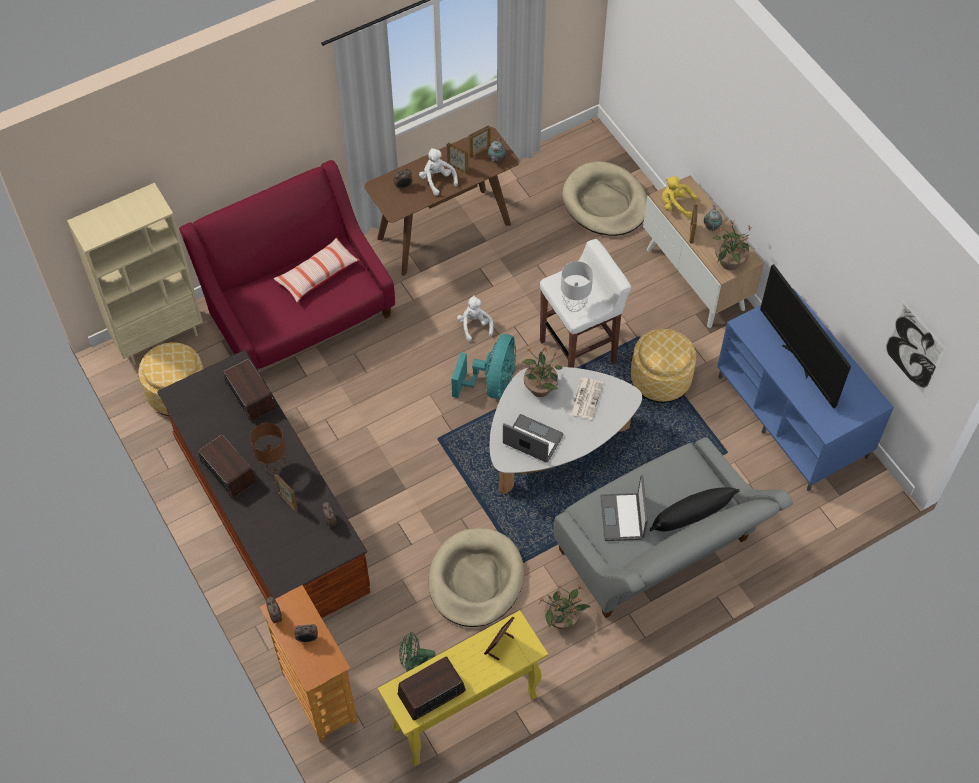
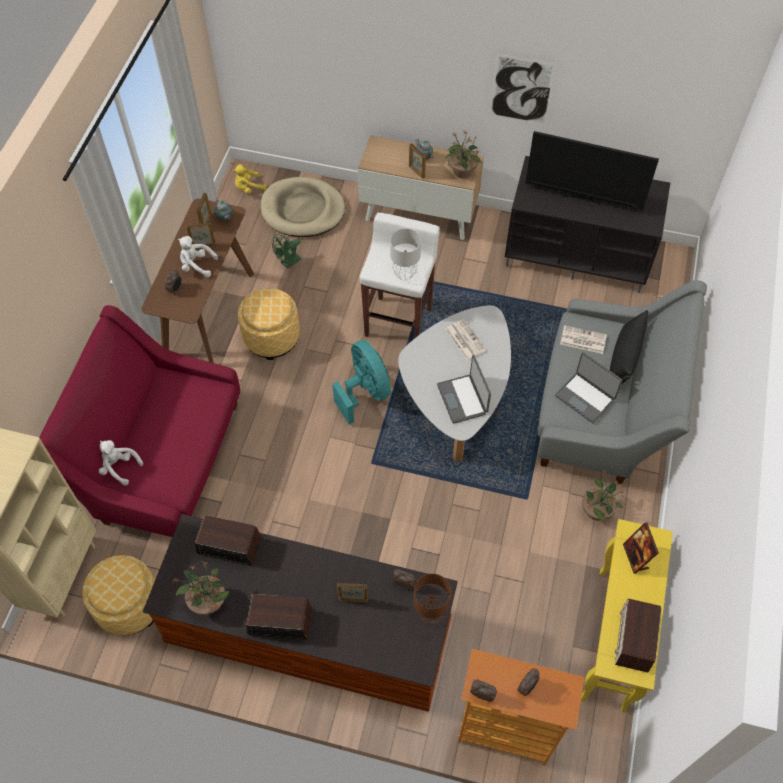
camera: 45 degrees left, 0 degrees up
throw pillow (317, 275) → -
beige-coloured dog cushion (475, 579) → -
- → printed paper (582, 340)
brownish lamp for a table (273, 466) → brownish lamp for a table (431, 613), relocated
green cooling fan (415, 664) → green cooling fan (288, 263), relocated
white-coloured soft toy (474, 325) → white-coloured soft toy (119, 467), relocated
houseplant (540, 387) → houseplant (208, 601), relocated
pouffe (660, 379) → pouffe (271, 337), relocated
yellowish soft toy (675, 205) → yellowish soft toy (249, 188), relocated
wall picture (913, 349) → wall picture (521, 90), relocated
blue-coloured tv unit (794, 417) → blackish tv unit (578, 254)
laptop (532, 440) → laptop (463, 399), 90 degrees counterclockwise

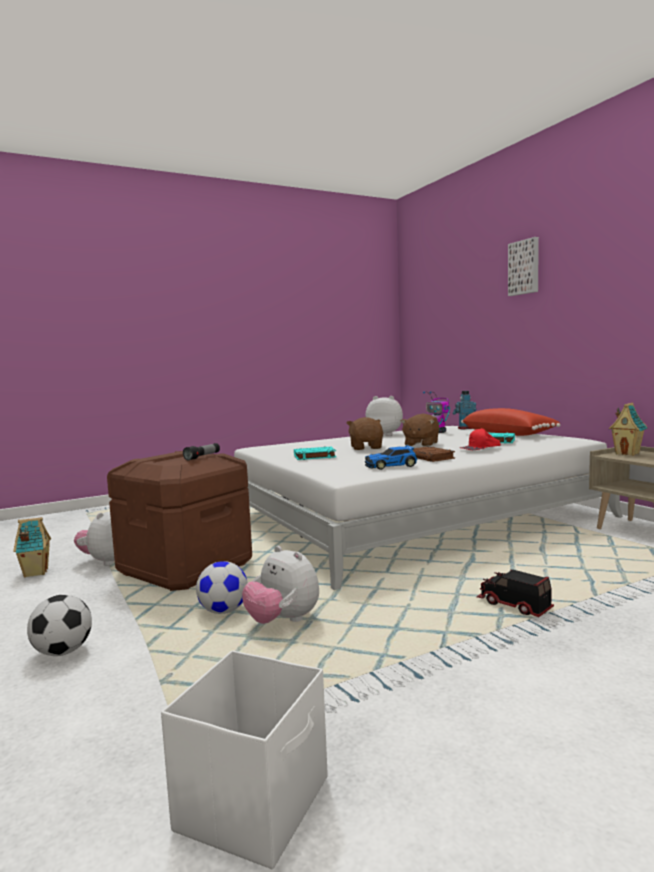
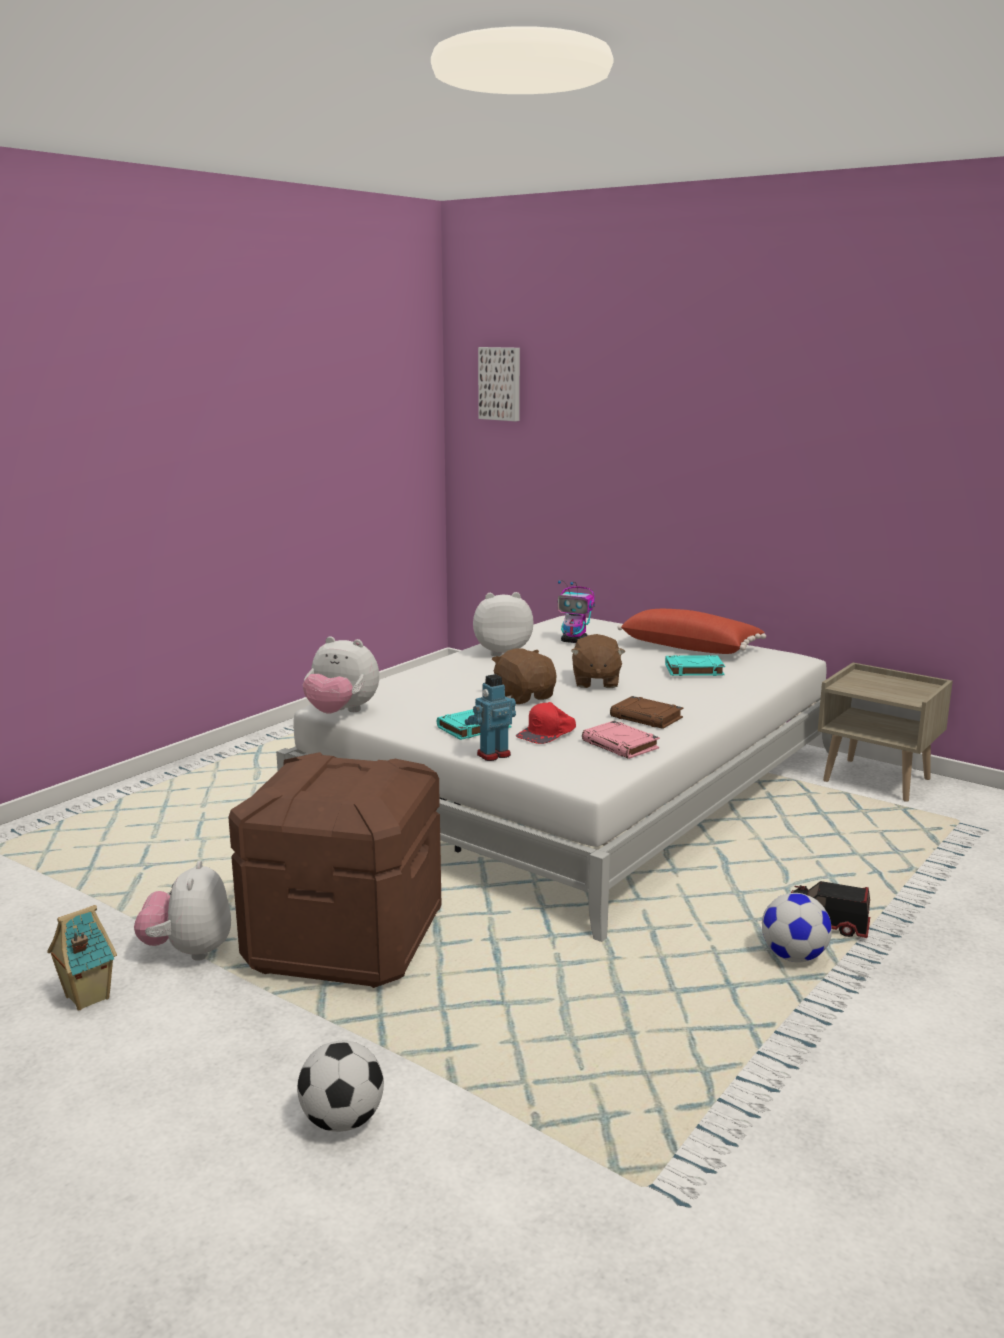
camera: 25 degrees left, 10 degrees up
white-coloured storage bin (255, 803) → -
flashlight (202, 457) → -
miniature house (627, 453) → -
ball for football (223, 611) → ball for football (794, 957), relocated
soft toy (283, 621) → soft toy (341, 713), relocated
toy robot (465, 428) → toy robot (493, 754), relocated
red-coloured baseball cap (480, 448) → red-coloured baseball cap (547, 733), relocated
wall picture (524, 267) → wall picture (501, 383), relocated
toy car (391, 466) → pink-coloured bound book (621, 745)

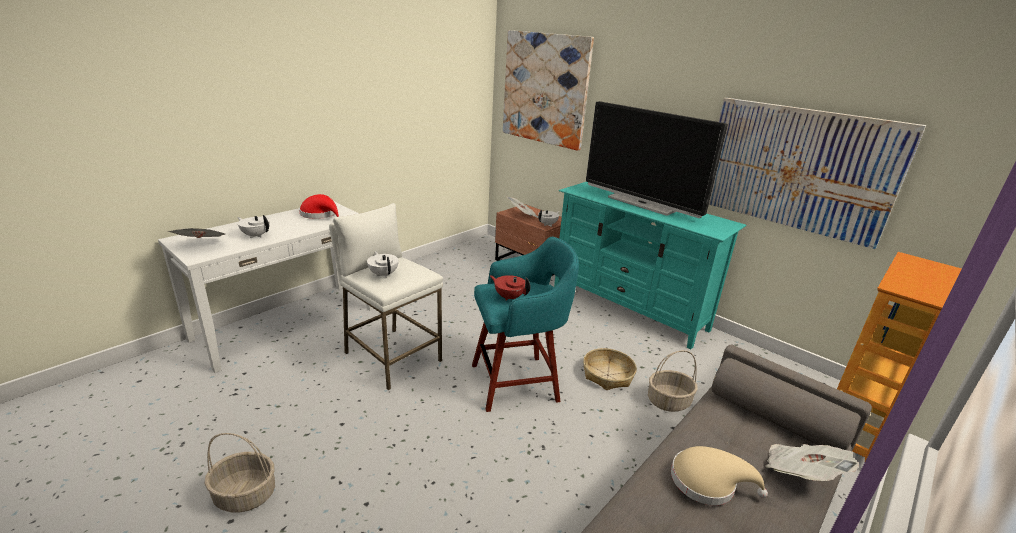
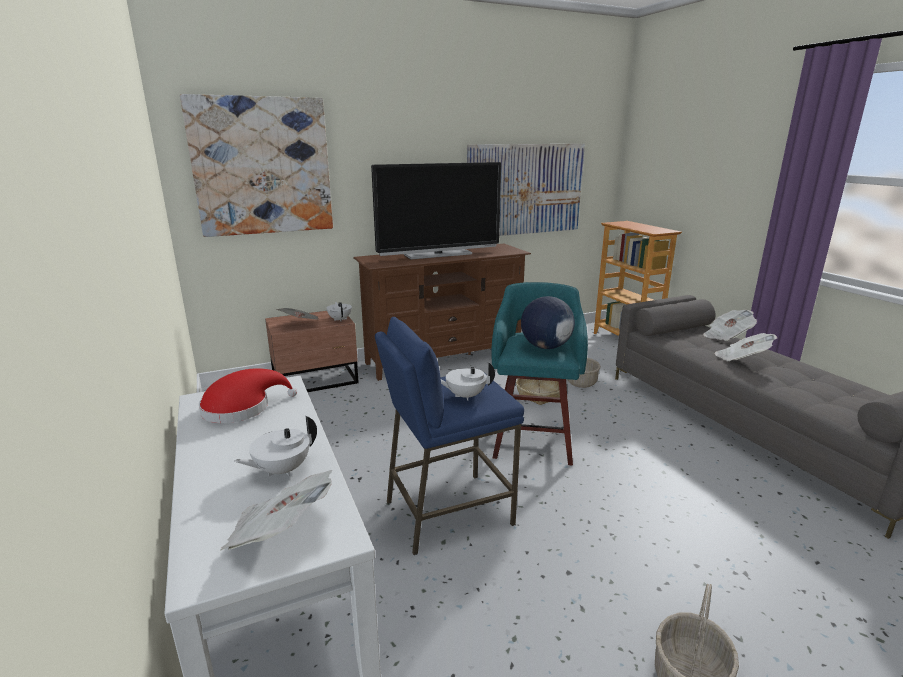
camera: 65 degrees left, 5 degrees down
red-coloured teapot (509, 297) → desk globe (545, 347)
beige-coloured clothing hat (708, 482) → printed paper (741, 359)
white-coloured sitting stool (392, 357) → blue-coloured sitting stool (447, 512)
blue-green tv unit (628, 307) → brownish tv unit (444, 358)

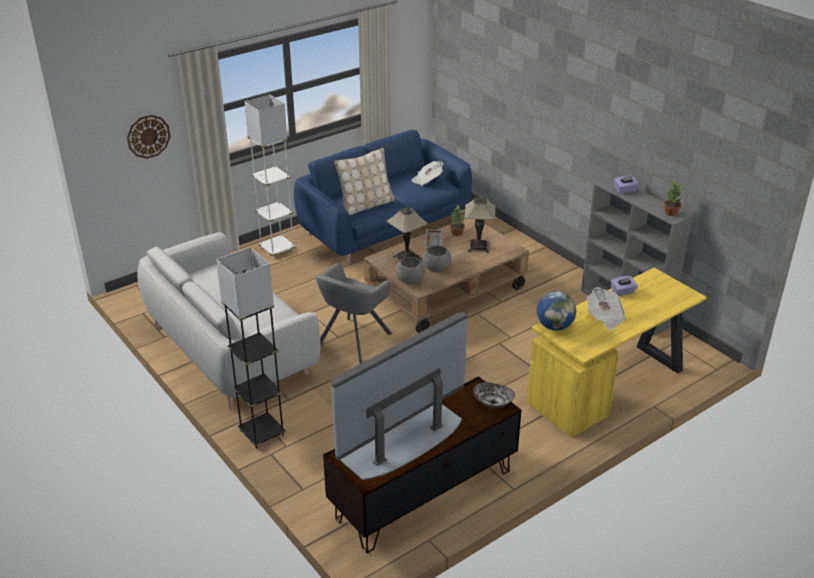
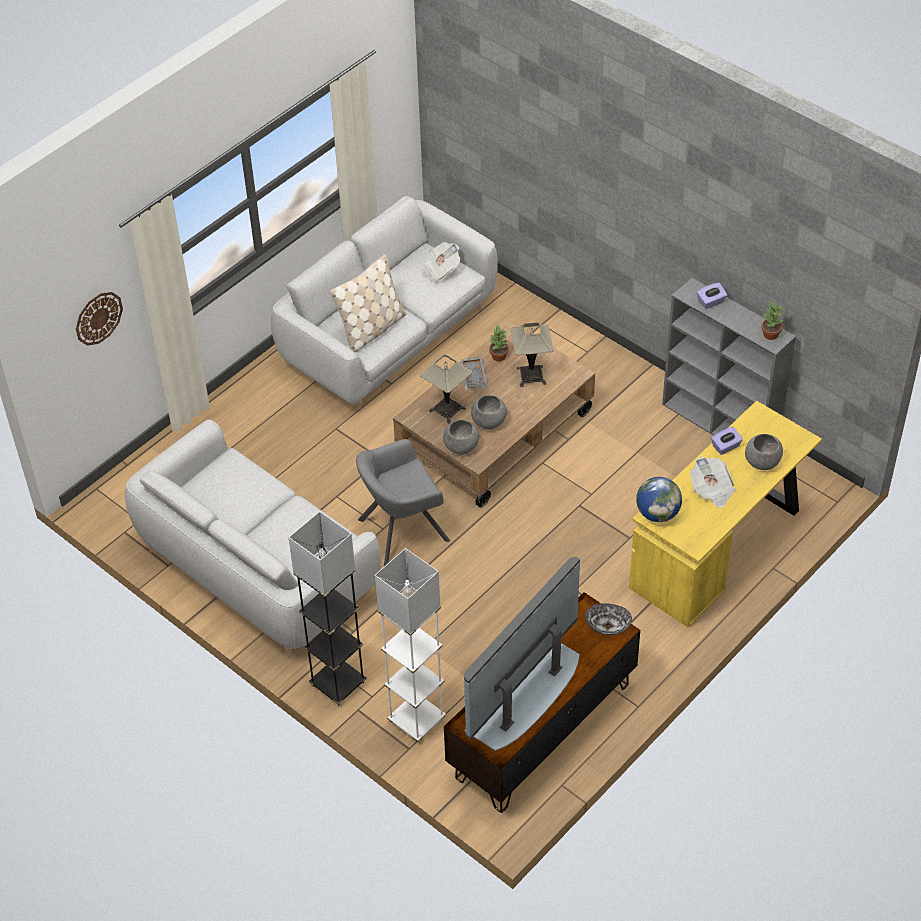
camera: 10 degrees left, 15 degrees up
- → grey bowl (762, 462)
white-coloured standing lamp (277, 249) → white-coloured standing lamp (416, 720), relocated
blue-coloured settee (383, 229) → grey settee (387, 337)
grey lounge chair (353, 340) → grey lounge chair (402, 530), 45 degrees clockwise

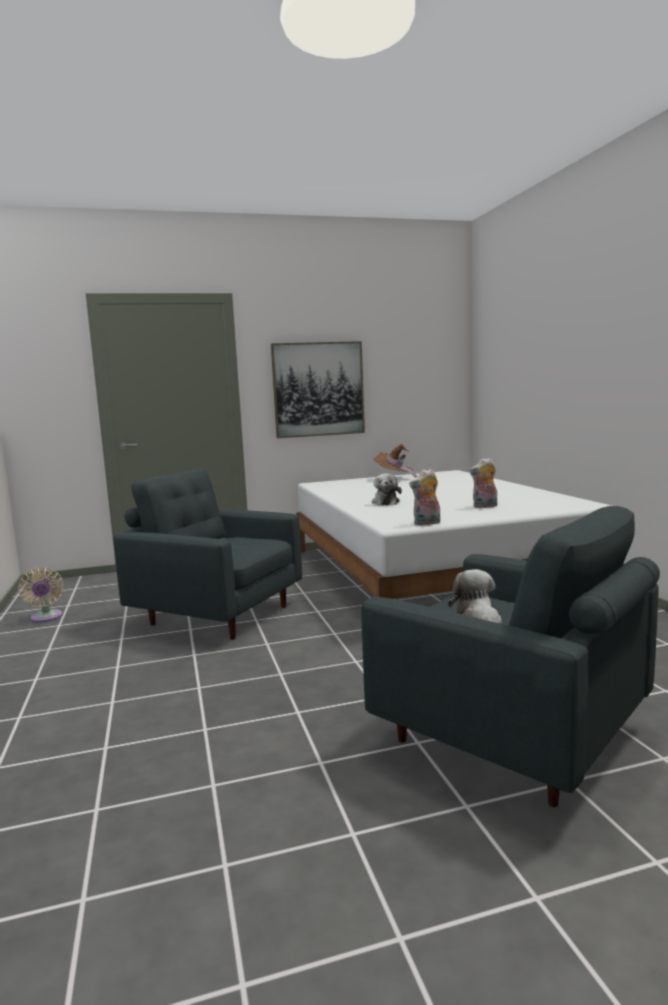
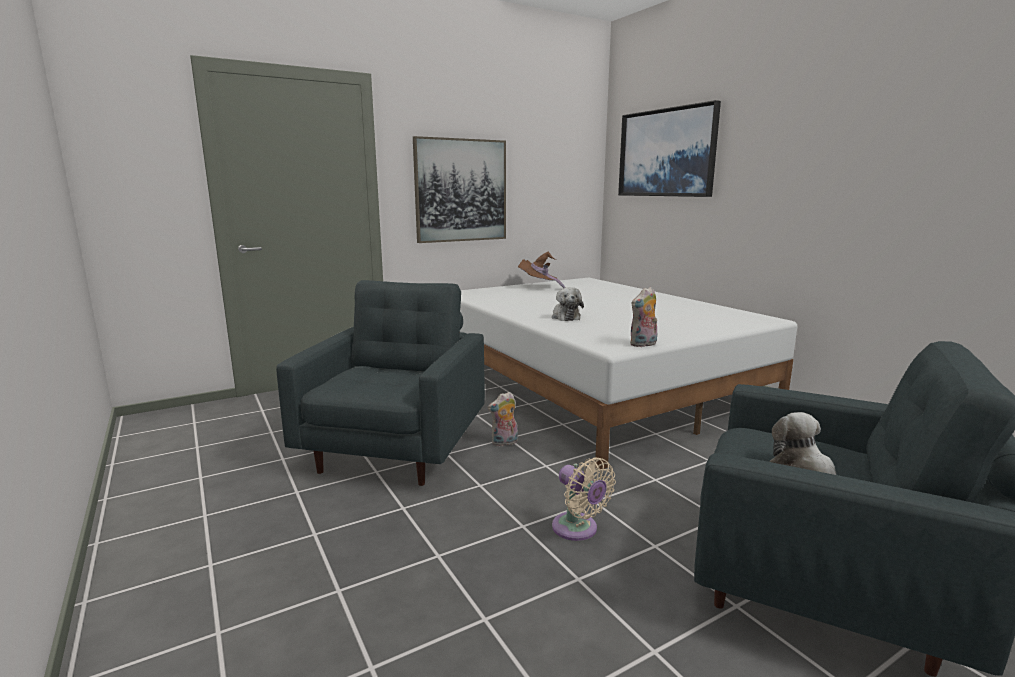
camera: 15 degrees left, 5 degrees up
- → wall picture (666, 153)
beige-coloured cooling fan (46, 618) → beige-coloured cooling fan (578, 529), relocated
soft toy (485, 506) → soft toy (504, 443), relocated
grey lounge chair (217, 614) → grey lounge chair (397, 449), 90 degrees clockwise

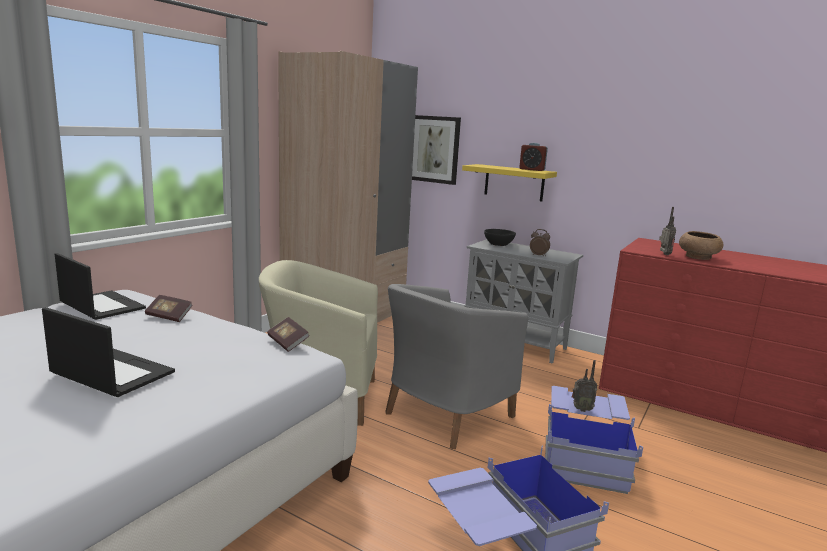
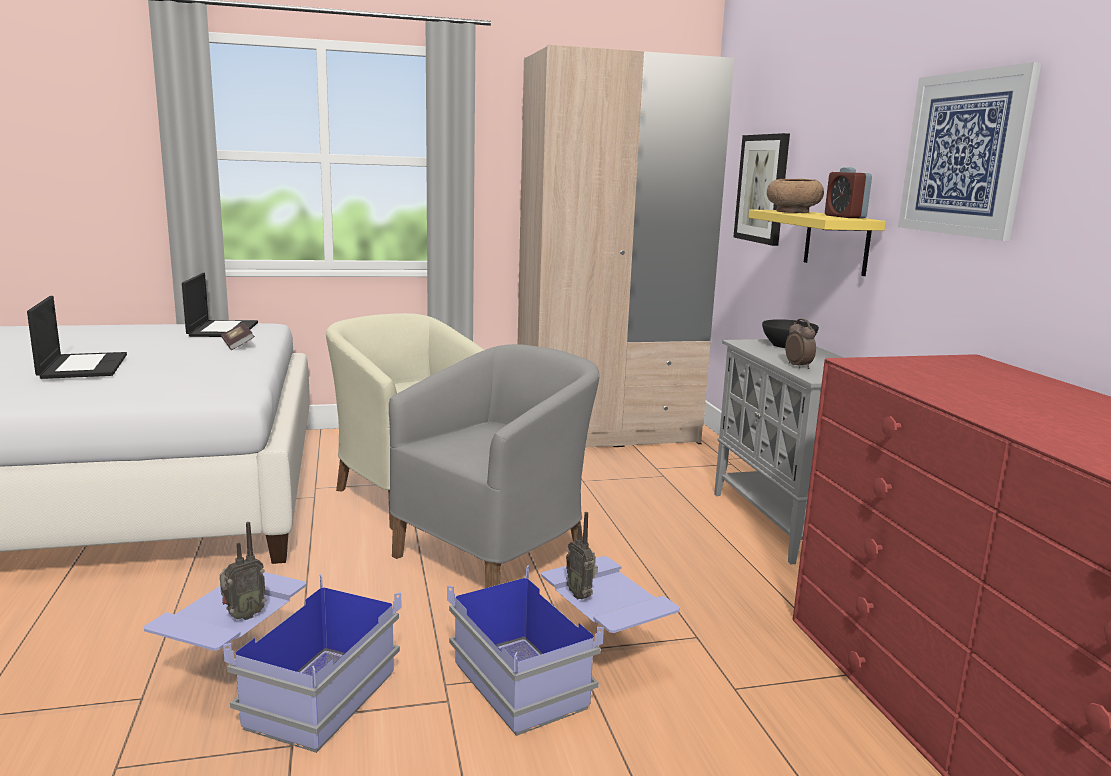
camera: 45 degrees right, 0 degrees up
bound book (288, 343) → -
- → wall picture (965, 154)
radio (664, 254) → radio (243, 616), relocated
brownish bowl (698, 257) → brownish bowl (793, 212), relocated
grey lounge chair (445, 415) → grey lounge chair (497, 557), 135 degrees clockwise

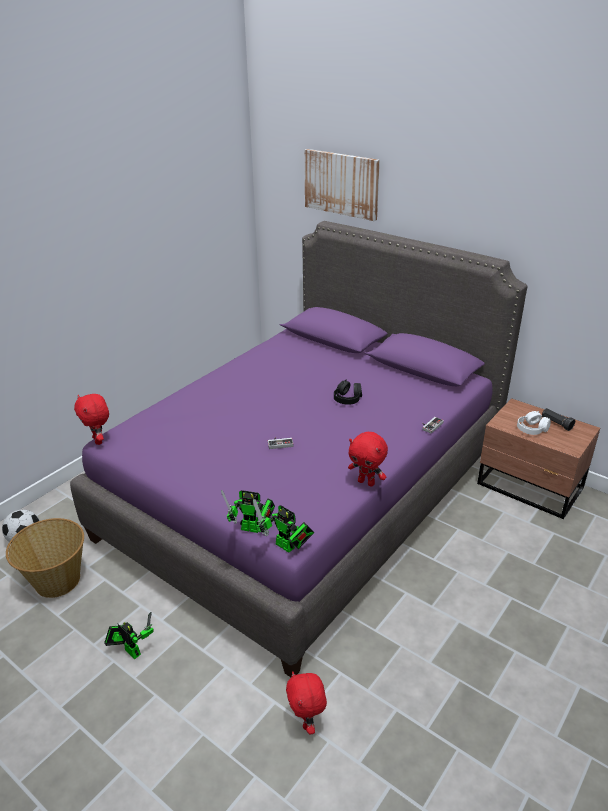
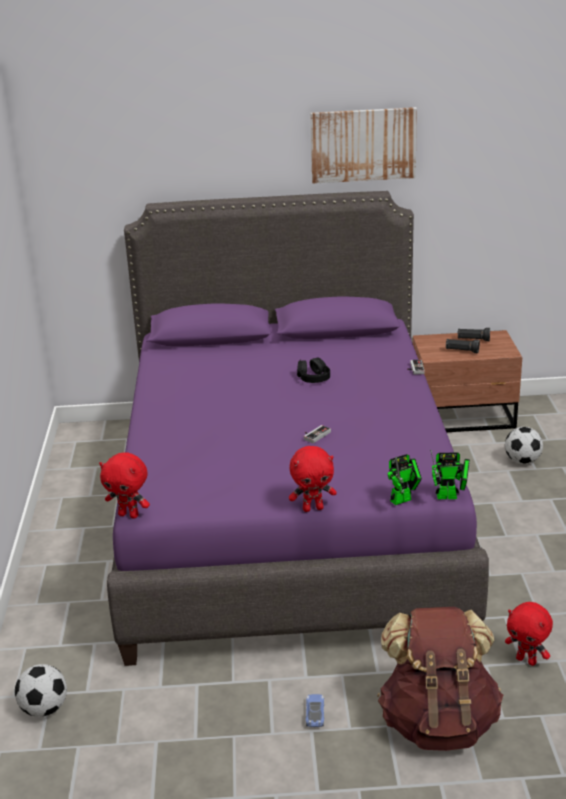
camera: 40 degrees left, 5 degrees down
storage basket (56, 580) → -
- → brownish rucksack (438, 722)
- → ball for football (522, 461)
wall picture (341, 184) → wall picture (363, 145), relocated
red-coloured soft toy (366, 482) → red-coloured soft toy (313, 508), relocated
toy robot (131, 650) → toy car (315, 713)
white-coloured headphones (532, 429) → blackish flashlight (462, 351)

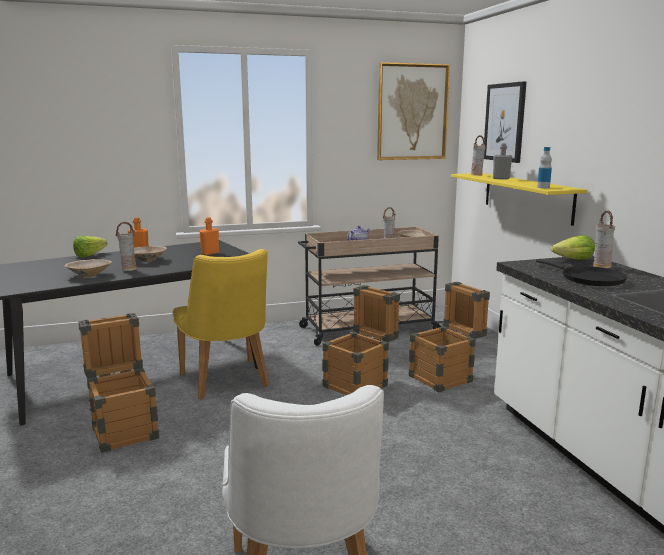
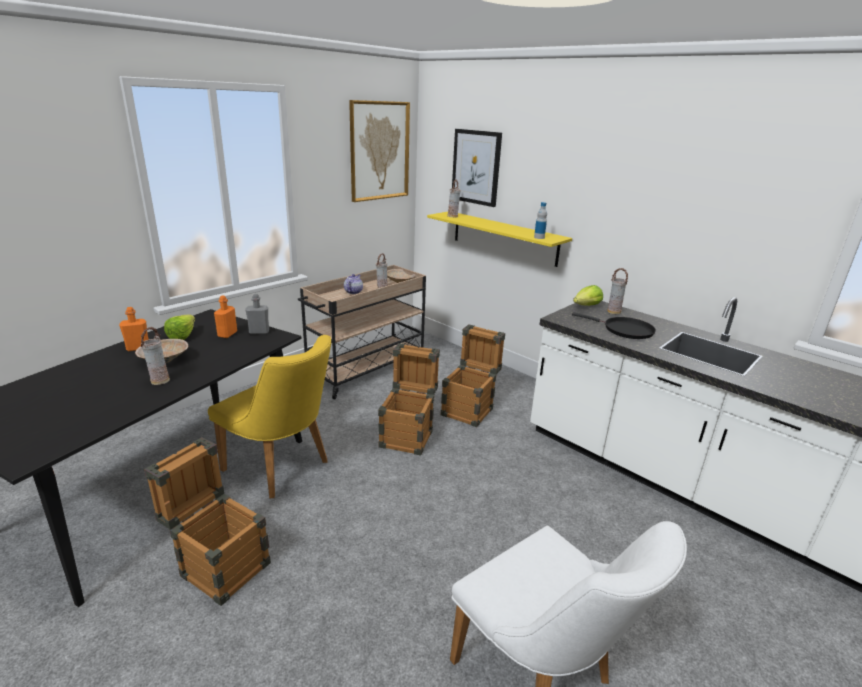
camera: 30 degrees left, 10 degrees up
beige-coloured bowl (90, 275) → -
head of lettuce (92, 255) → head of lettuce (185, 335), relocated
grey beverage bottle (501, 178) → grey beverage bottle (259, 332), relocated

